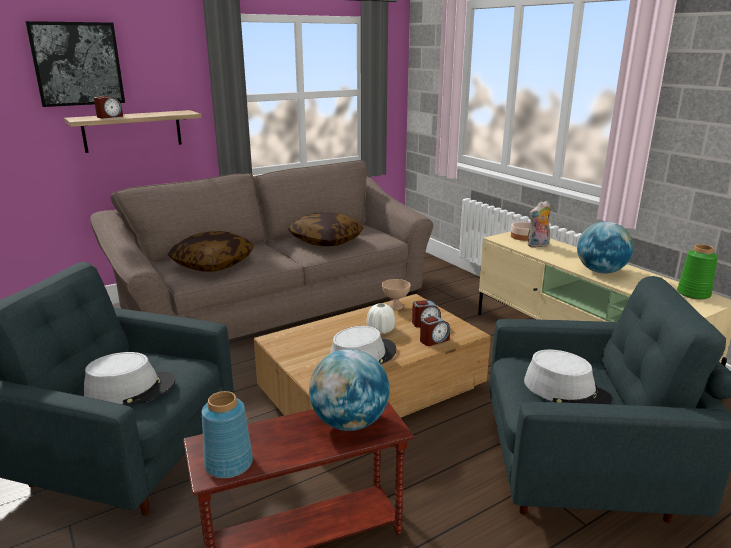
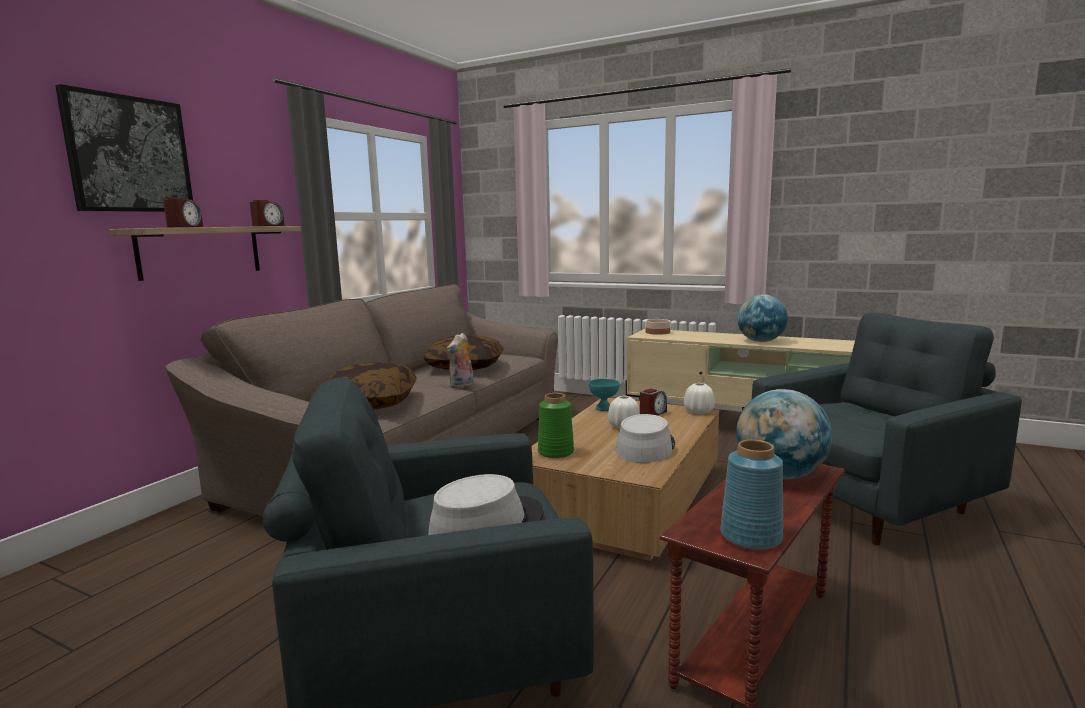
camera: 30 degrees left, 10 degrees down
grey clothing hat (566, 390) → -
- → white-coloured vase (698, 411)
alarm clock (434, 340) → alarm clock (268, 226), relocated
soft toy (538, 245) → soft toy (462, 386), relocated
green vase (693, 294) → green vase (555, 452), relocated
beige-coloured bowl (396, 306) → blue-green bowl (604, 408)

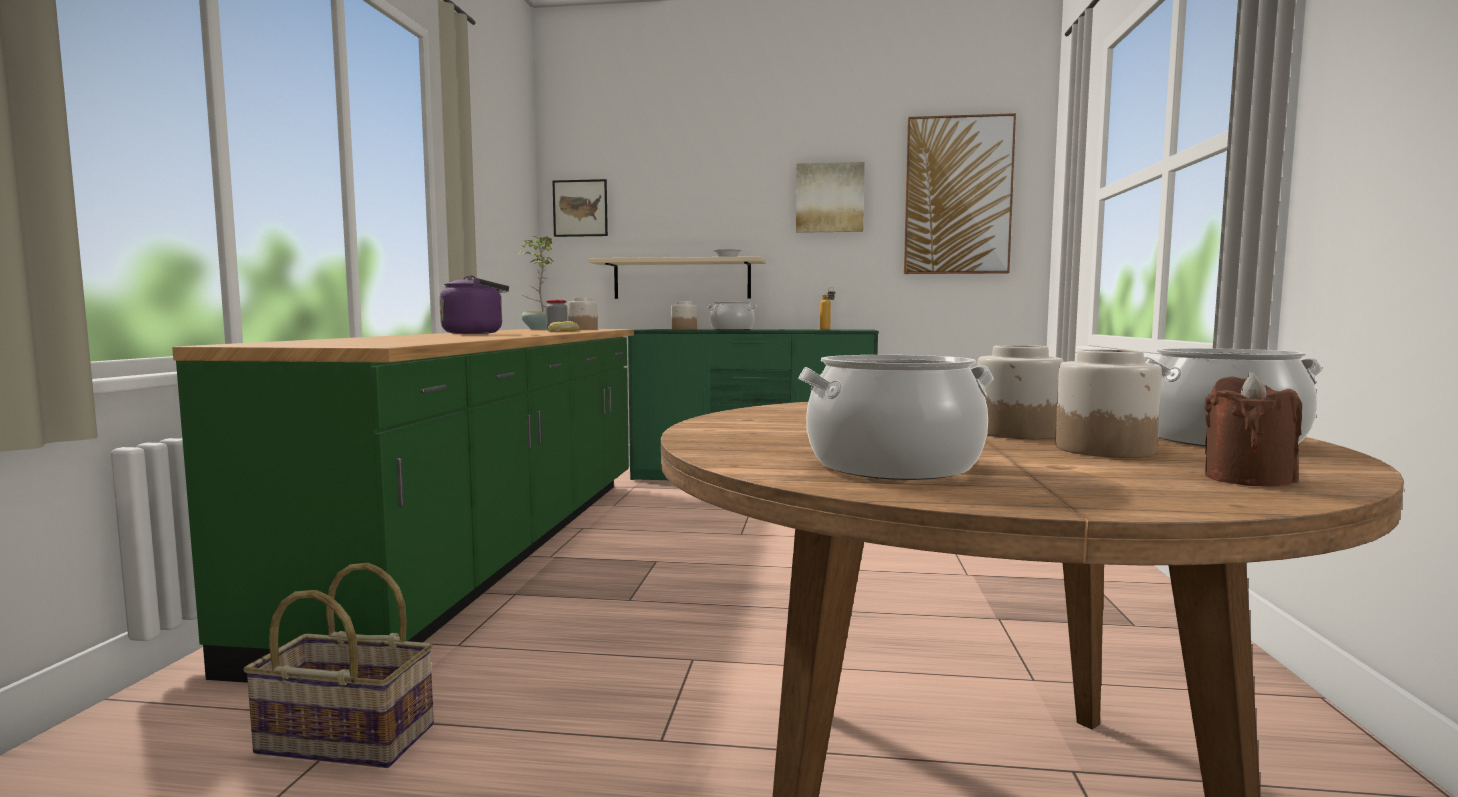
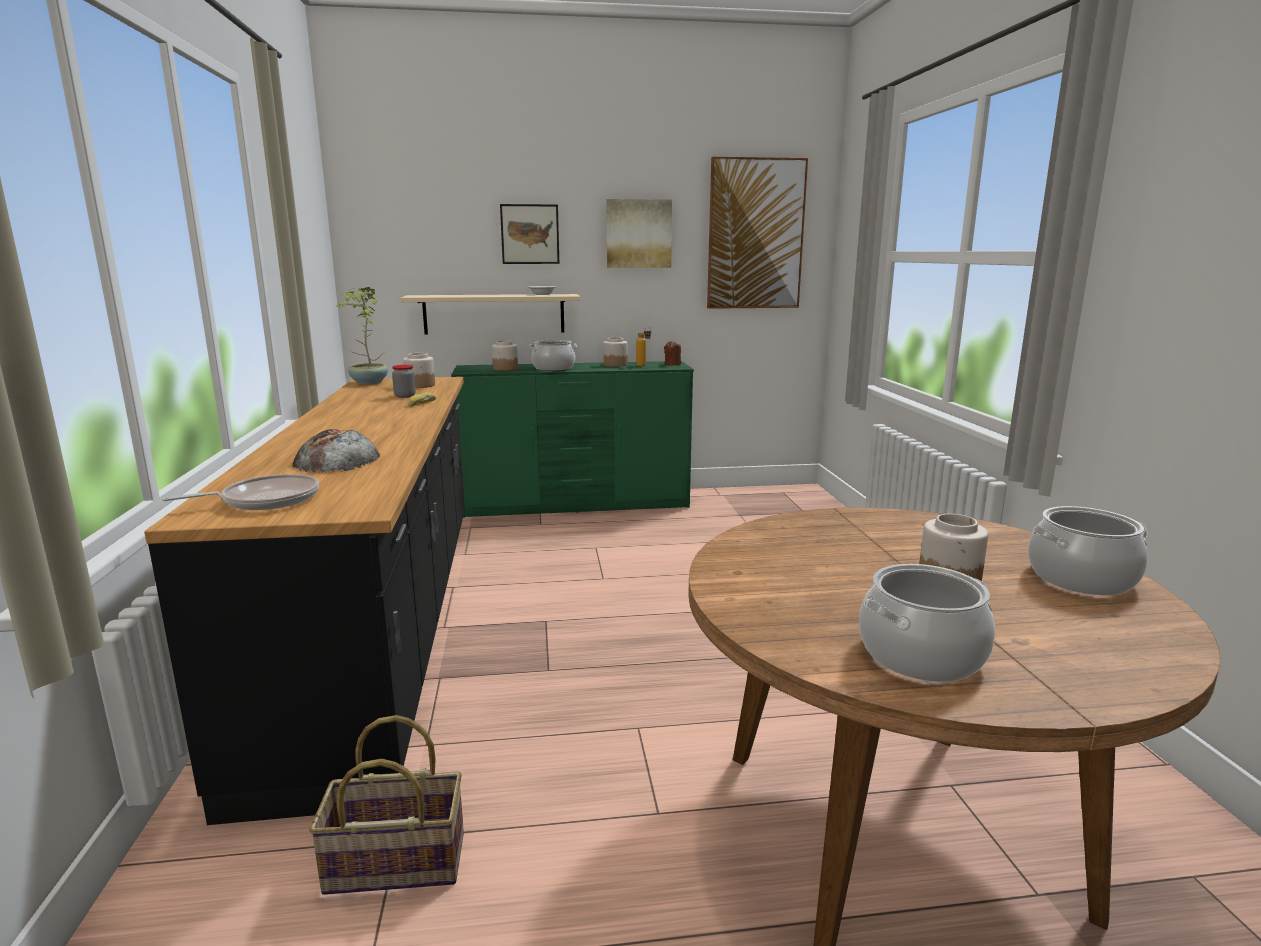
camera: 15 degrees left, 10 degrees up
purplish water kettle (476, 333) → -
- → frying pan (265, 500)
- → baked bread (337, 459)
wall picture (580, 208) → wall picture (530, 234), relocated
jar (1104, 449) → jar (615, 364), relocated
brownish candle (1246, 479) → brownish candle (672, 364), relocated
green kitchen base unit (496, 549) → blackish kitchen base unit (385, 624)

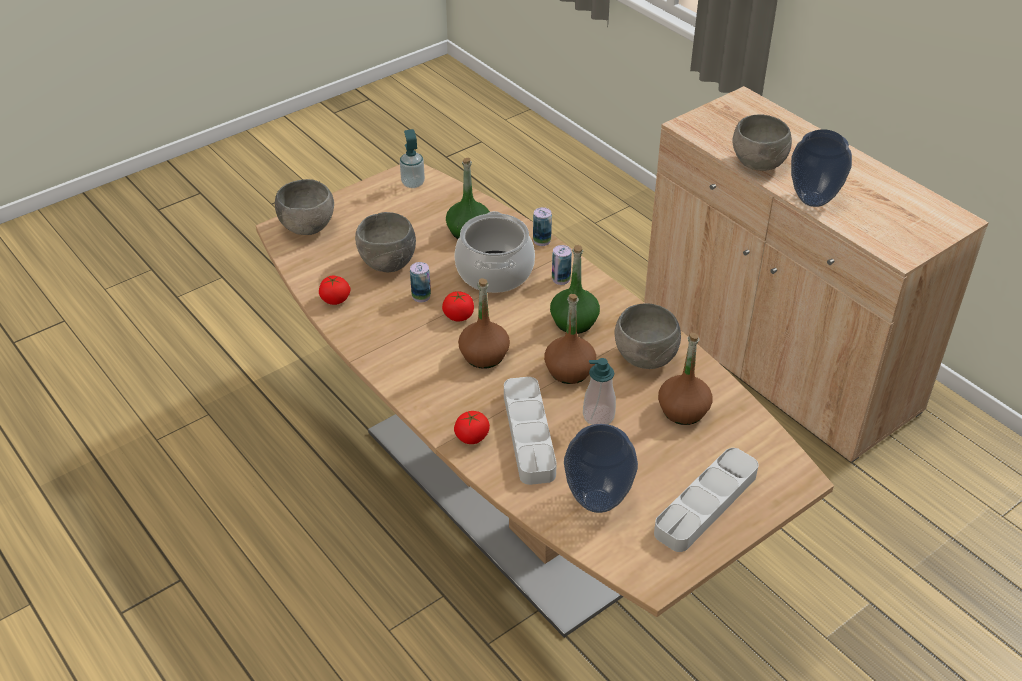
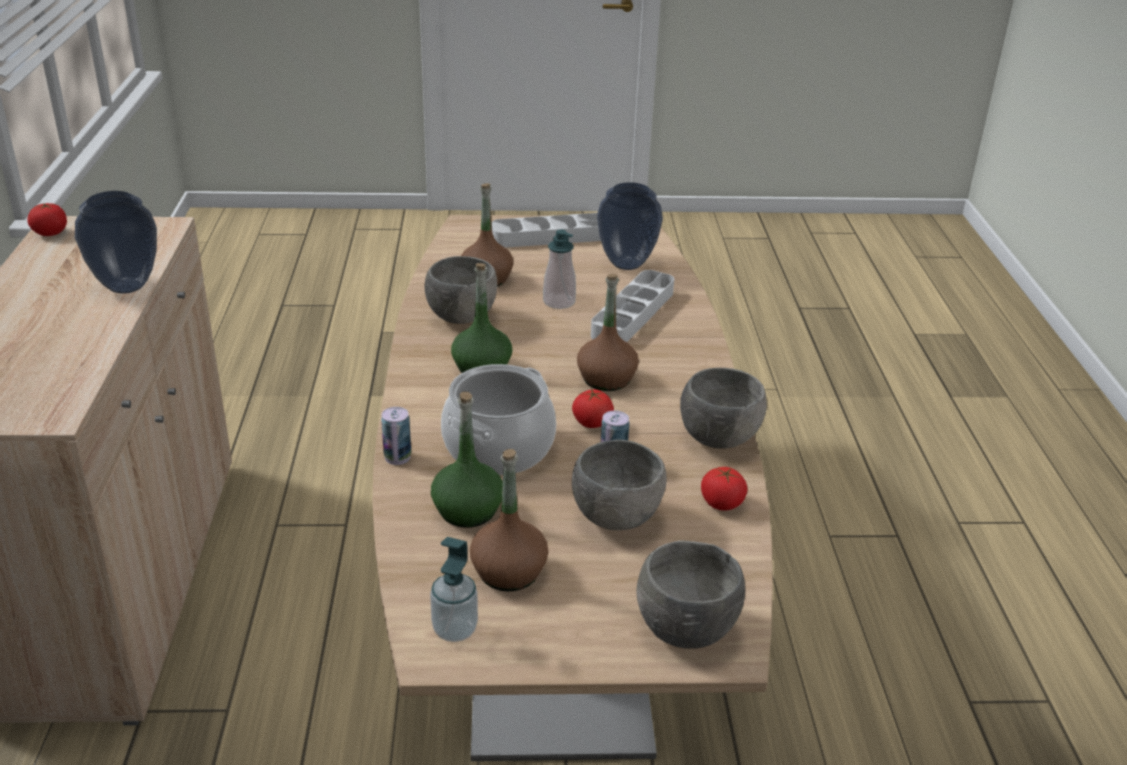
camera: 145 degrees left, 10 degrees down
can (561, 279) → -
tomato (472, 437) → tomato (50, 233), relocated
brownish beverage bottle (569, 371) → brownish beverage bottle (508, 572), relocated
grey bowl (758, 165) → grey bowl (719, 438), relocated

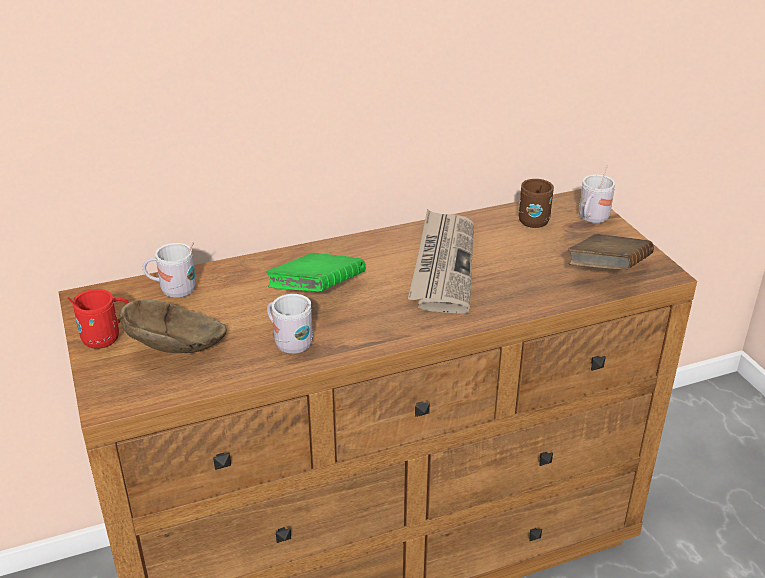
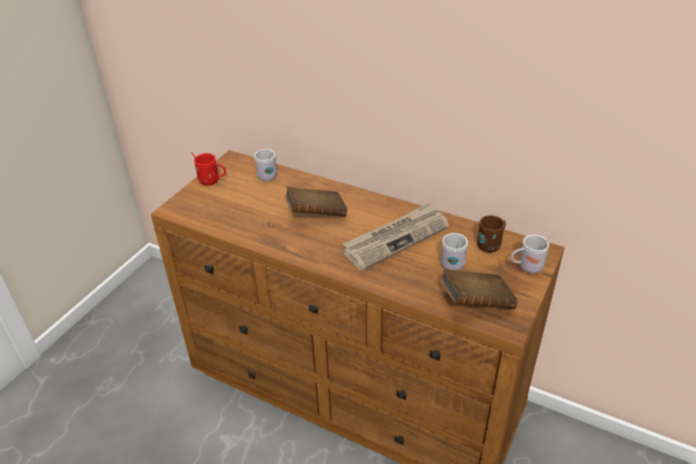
camera: 50 degrees right, 5 degrees up
brownish bowl (180, 348) → -
white-coloured coffee mug (289, 342) → white-coloured coffee mug (452, 262), relocated
green bound book (317, 292) → brownish bound book (316, 214)

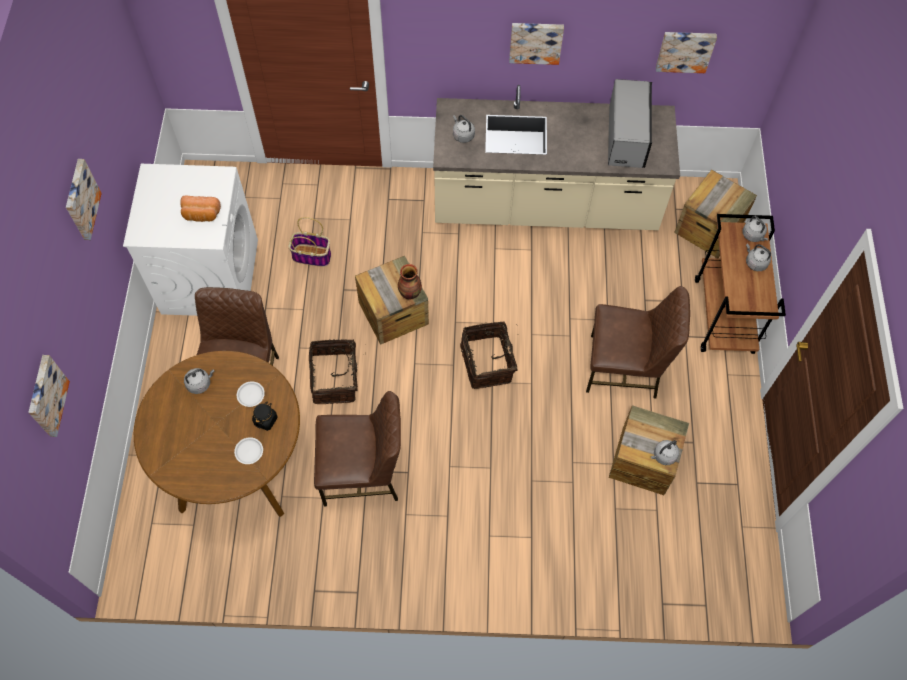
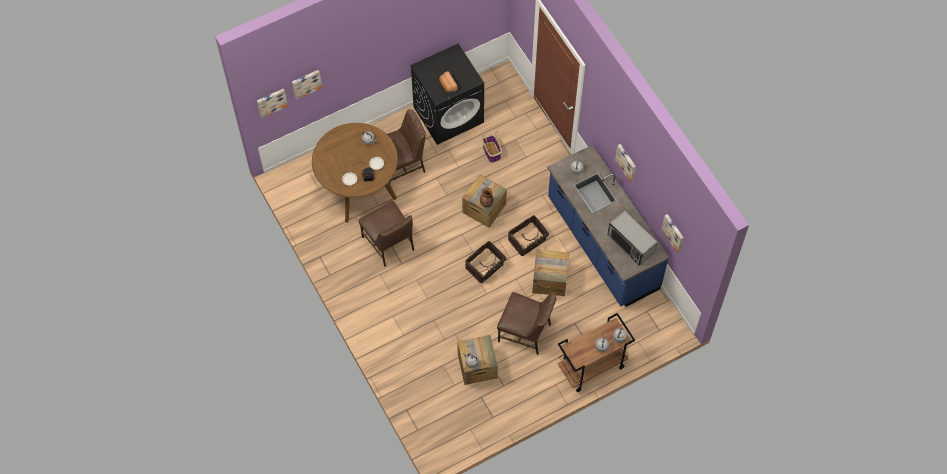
camera: 60 degrees right, 0 degrees up
wall picture (80, 199) → wall picture (271, 102), relocated
storage basket (335, 379) → storage basket (527, 241), relocated
crate (708, 228) → crate (549, 280), relocated
white-coloured washing machine (210, 276) → blackish washing machine (448, 114)
beige-coloured kitchen base unit (545, 205) → blue-coloured kitchen base unit (602, 244)
brownish chair (624, 368) → brownish chair (525, 333), 45 degrees counterclockwise
kitchen microwave (627, 136) → kitchen microwave (630, 244), 75 degrees clockwise

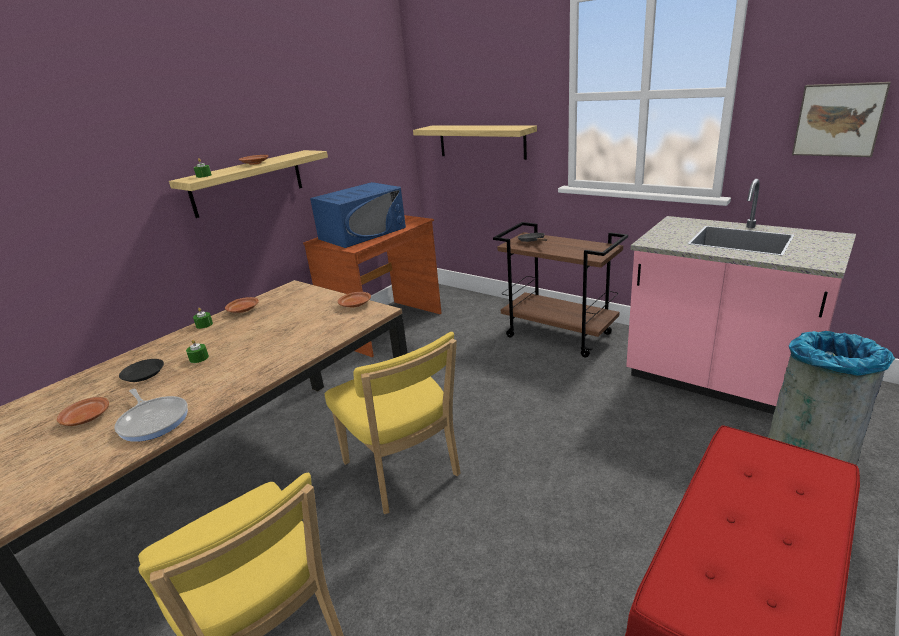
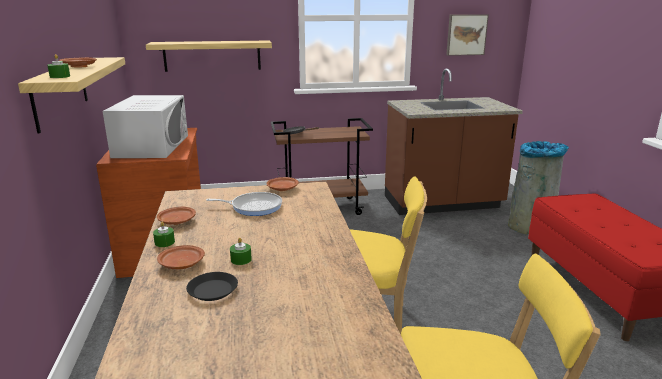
camera: 50 degrees left, 5 degrees down
brownish plate (86, 418) → brownish plate (181, 264), relocated
frying pan (153, 420) → frying pan (253, 207), relocated
blue-coloured kitchen microwave (362, 233) → white-coloured kitchen microwave (152, 146)
pink-coloured kitchen base unit (717, 382) → brownish kitchen base unit (443, 204)

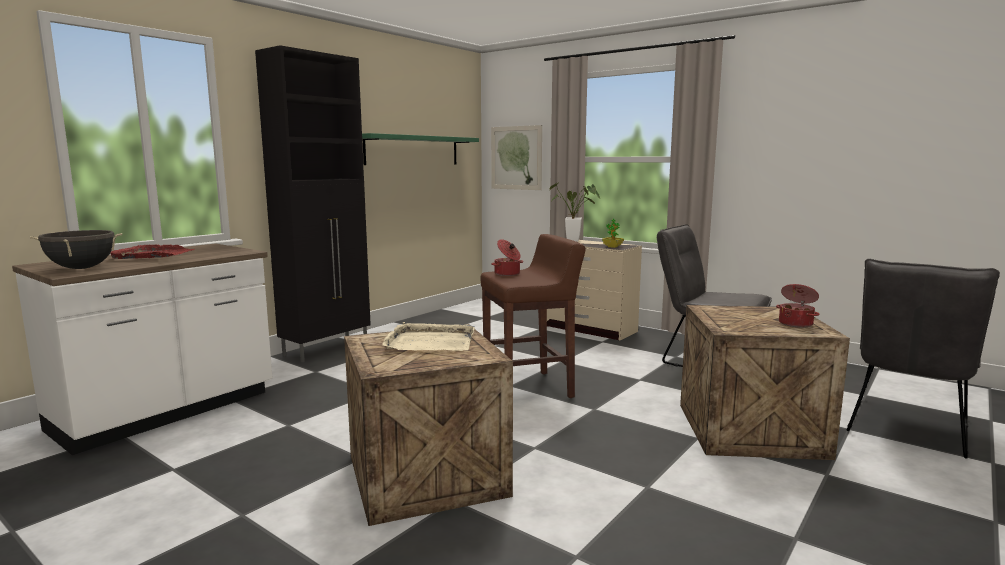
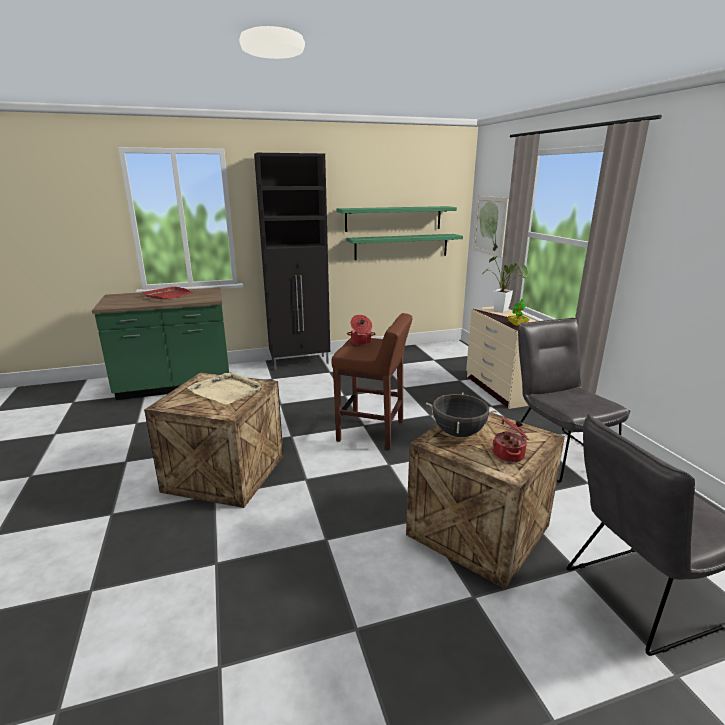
camera: 35 degrees right, 10 degrees up
- → green shelf (401, 246)
blackish saucepot (82, 268) → blackish saucepot (458, 433), relocated
white-coloured kitchen base unit (166, 412) → green kitchen base unit (175, 386)

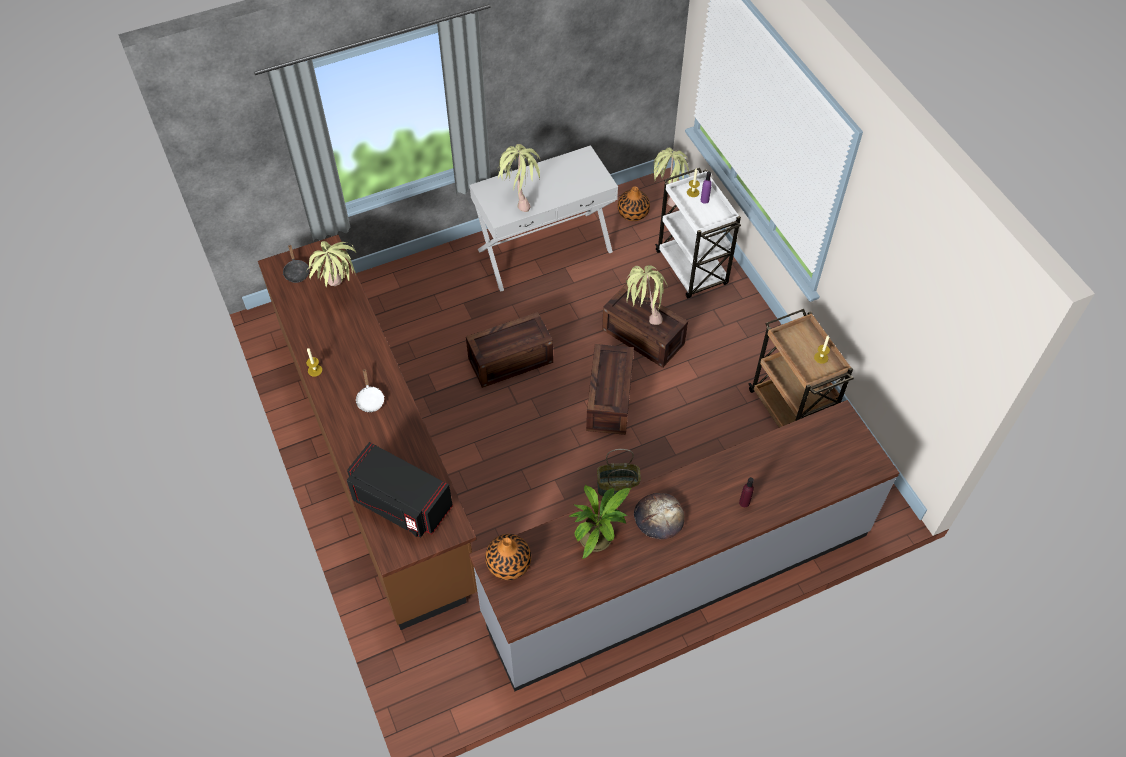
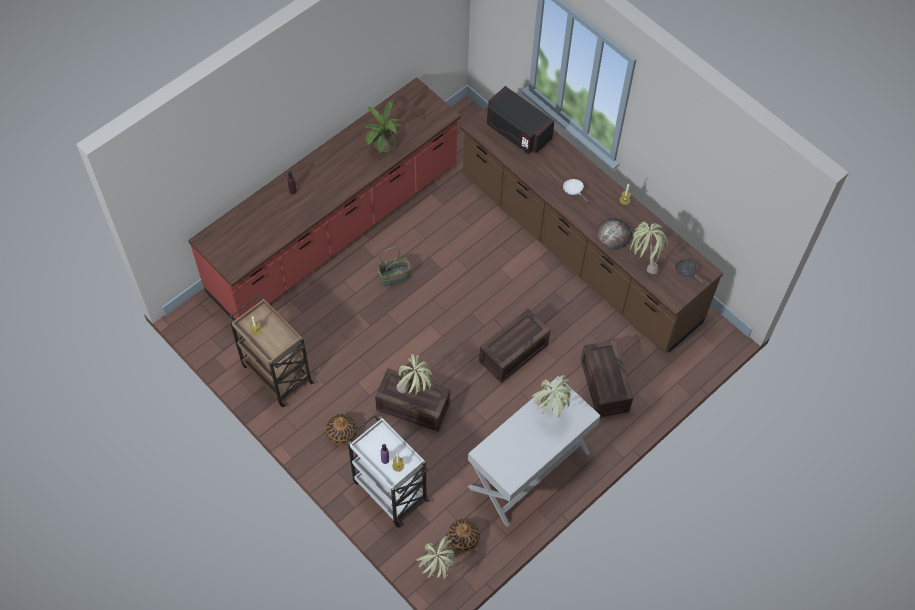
camera: 160 degrees right, 5 degrees up
vase (509, 563) → vase (342, 434), relocated
crate (608, 398) → crate (605, 386), relocated
baked bread (658, 517) → baked bread (614, 234), relocated
grey kitchen base unit (677, 573) → red-coloured kitchen base unit (335, 229)
blackish kitchen microwave (401, 503) → blackish kitchen microwave (517, 131), 150 degrees counterclockwise

